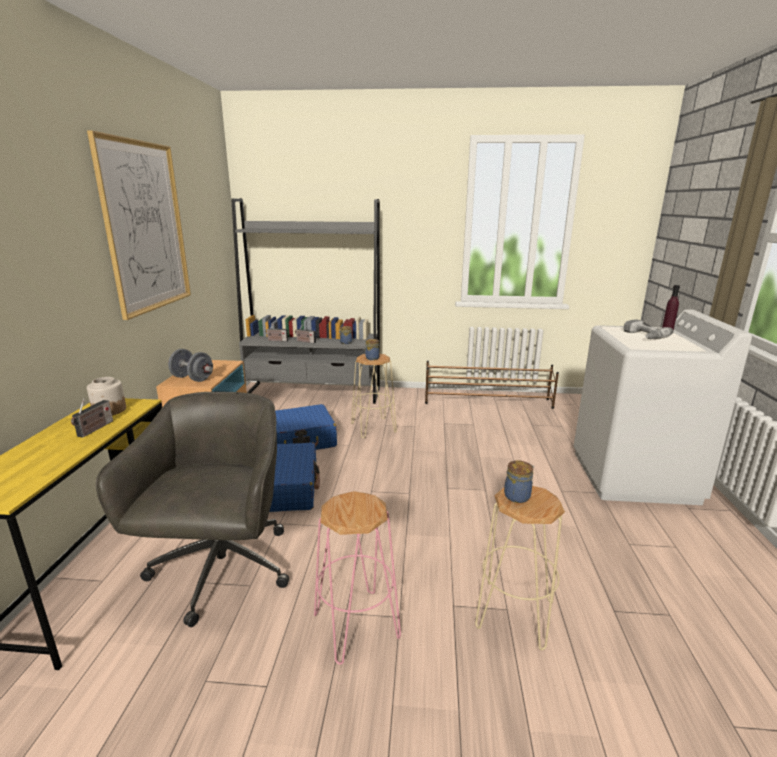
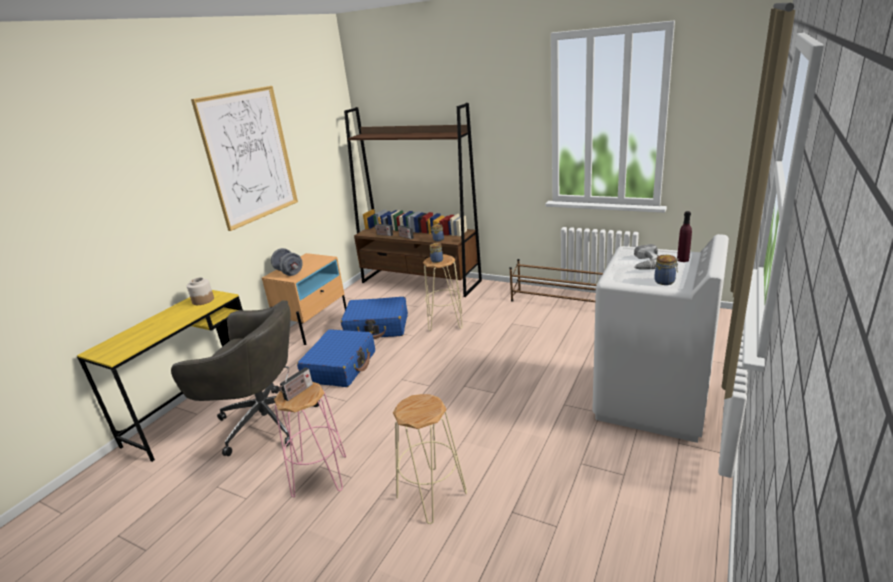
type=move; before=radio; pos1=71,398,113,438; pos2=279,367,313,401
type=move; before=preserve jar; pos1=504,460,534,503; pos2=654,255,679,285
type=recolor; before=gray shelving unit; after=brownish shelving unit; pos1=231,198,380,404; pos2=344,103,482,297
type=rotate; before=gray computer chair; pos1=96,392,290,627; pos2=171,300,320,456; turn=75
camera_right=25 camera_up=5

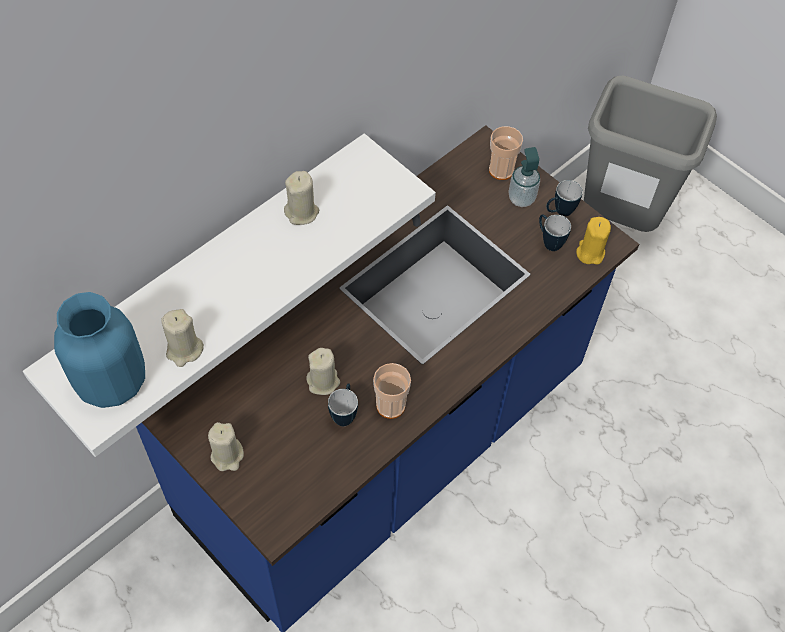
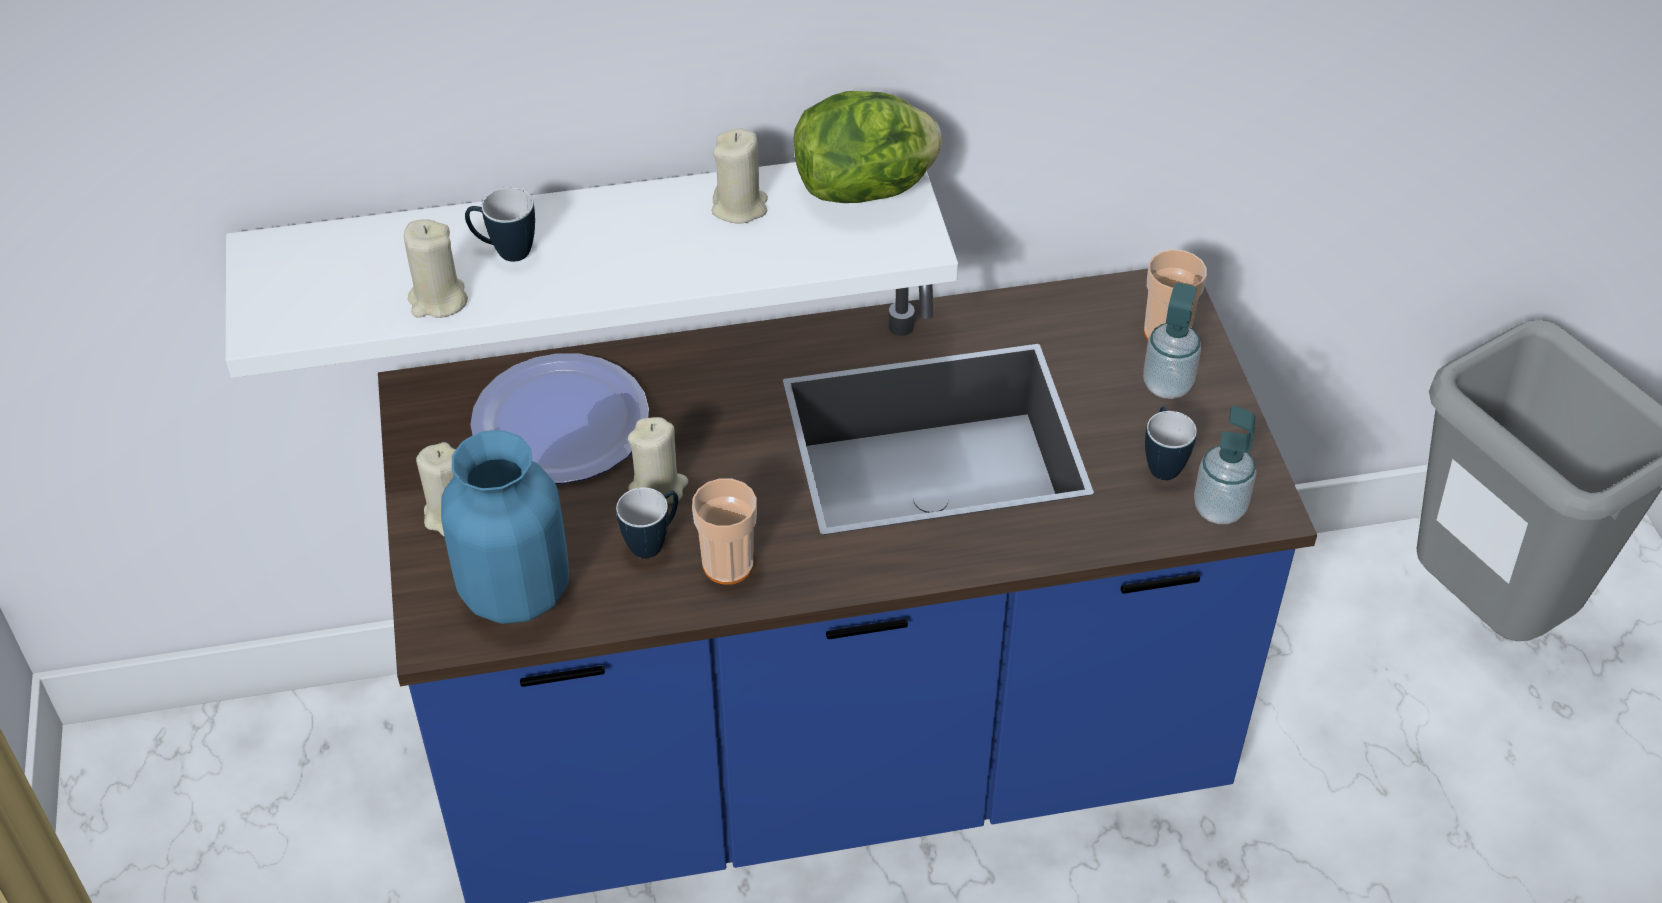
type=insert; after=dinner plate; pos2=470,353,649,484
type=insert; after=head of lettuce; pos2=794,91,942,203
type=move; before=blue-coloured flower vase; pos1=54,292,145,408; pos2=441,430,569,624
type=move; before=mug; pos1=546,180,583,216; pos2=465,187,535,262
type=replace; before=yellow wax light; after=soap bottle; pos1=576,217,611,264; pos2=1194,406,1257,524
camera_right=35 camera_up=-10

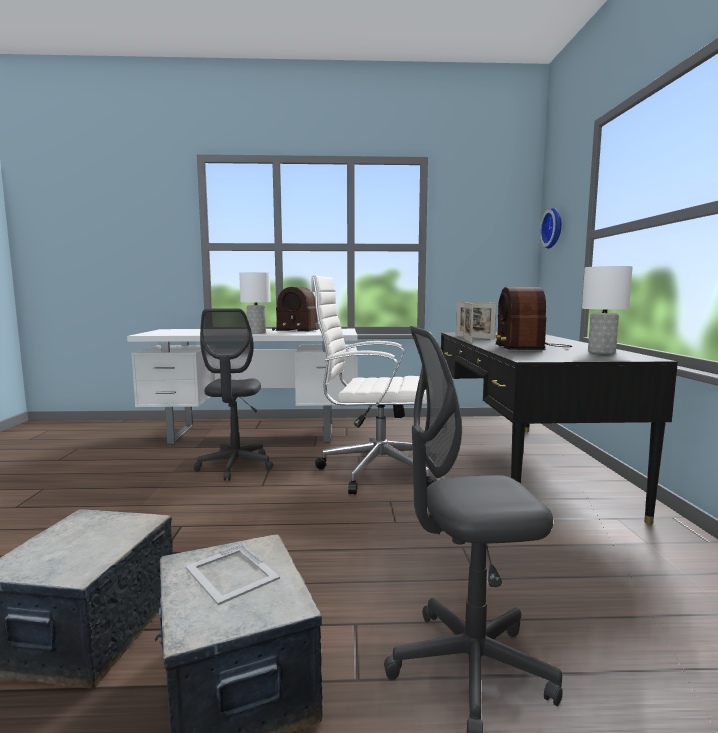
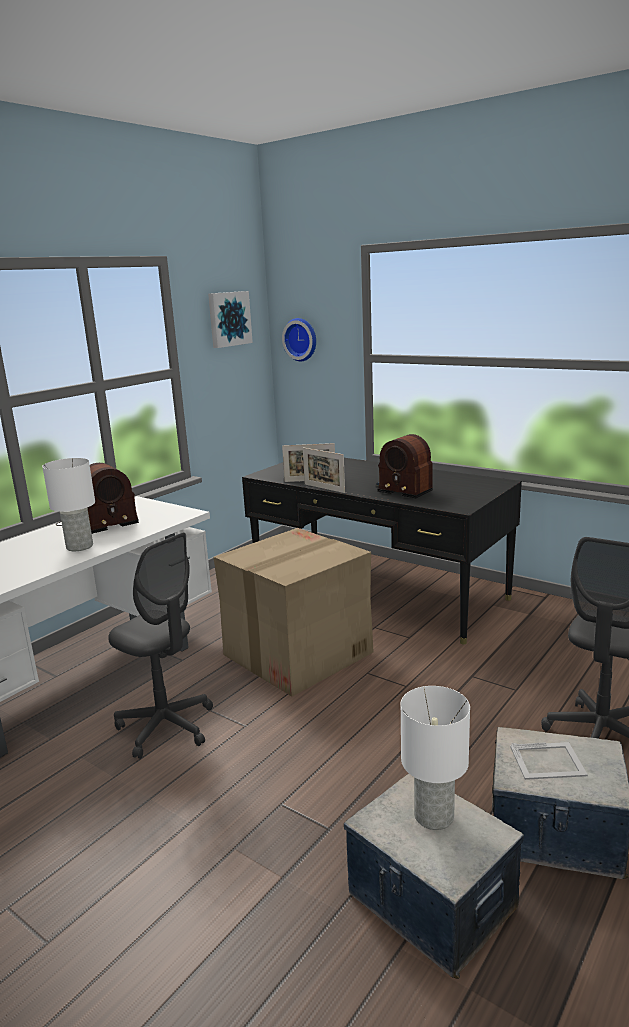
type=insert; after=wall picture; pos2=208,291,253,348
type=move; before=white-coloured lamp for a table; pos1=582,266,633,354; pos2=401,686,470,830
type=replace; before=white-coloured computer chair; after=cardboard box; pos1=310,275,437,495; pos2=213,528,374,697
camera_right=-50 camera_up=10

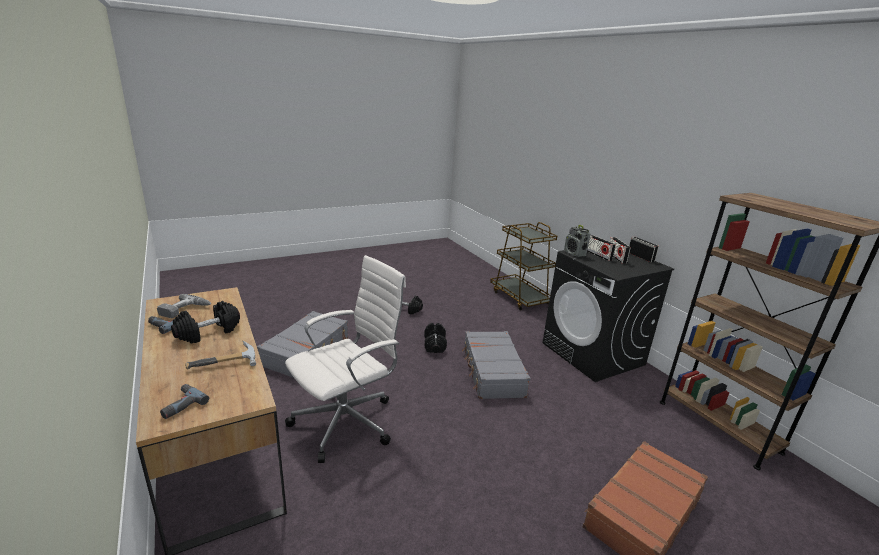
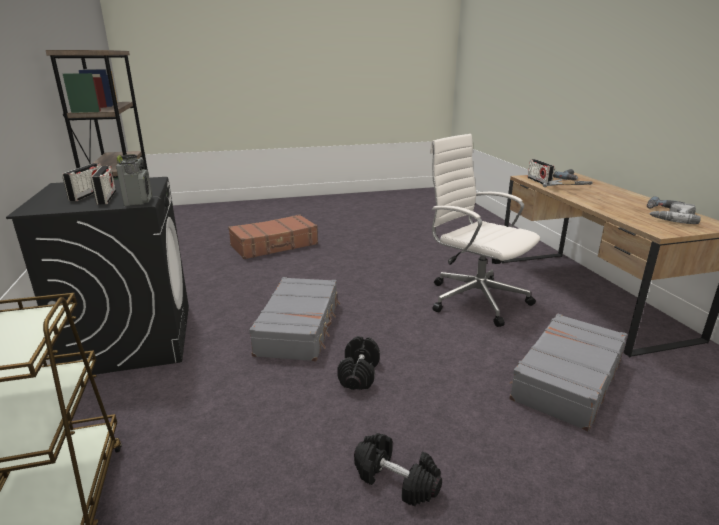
type=delete; before=black hand weight; pos1=171,301,240,344
type=move; before=radio; pos1=629,237,659,262; pos2=528,159,555,184
type=rotate; before=white-coloured computer chair; pos1=285,255,406,463; pos2=430,134,540,327; turn=75
camera_right=-165 camera_up=0

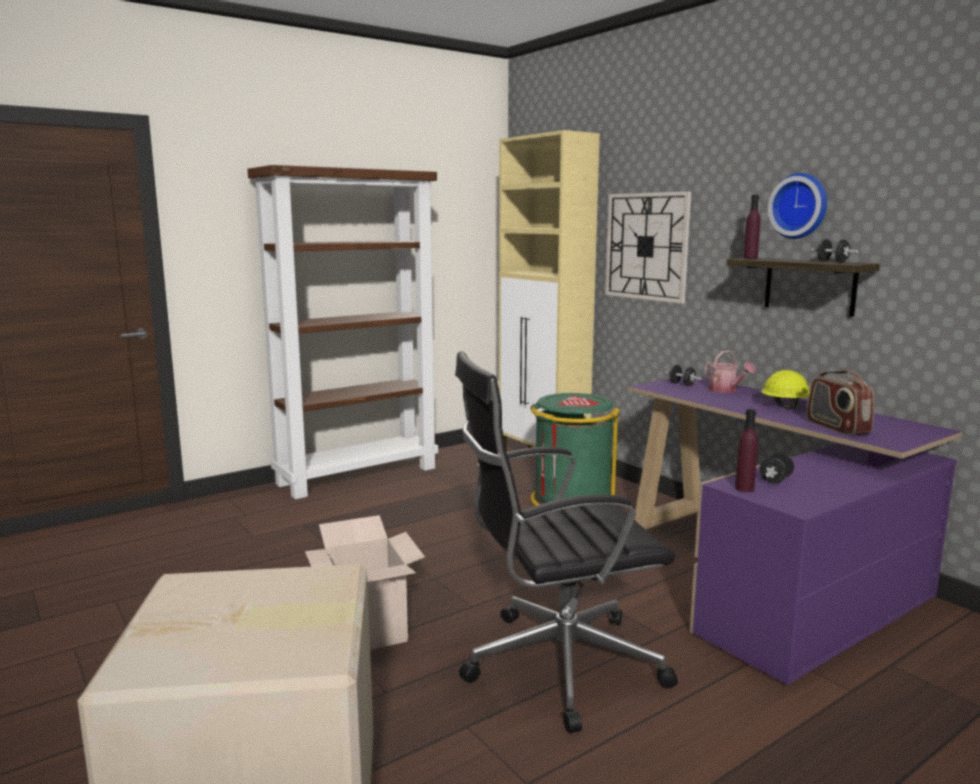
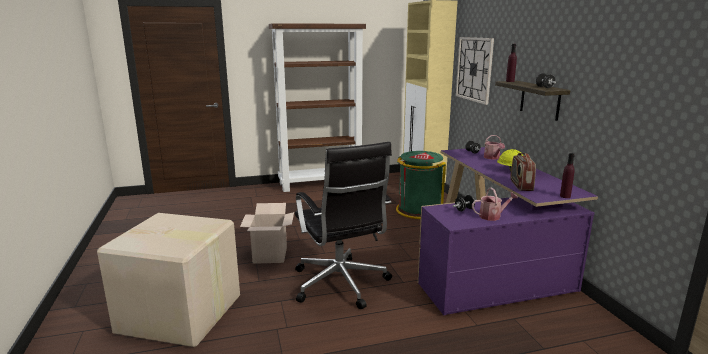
type=delete; before=clock on the wall; pos1=768,173,827,239
type=insert; after=watering pot; pos2=472,187,518,221
type=move; before=purple-coloured drink bottle; pos1=735,409,758,492; pos2=560,153,575,198
type=rotate; before=black computer chair; pos1=455,351,678,733; pos2=295,142,392,309; turn=-120
camera_right=20 camera_up=5

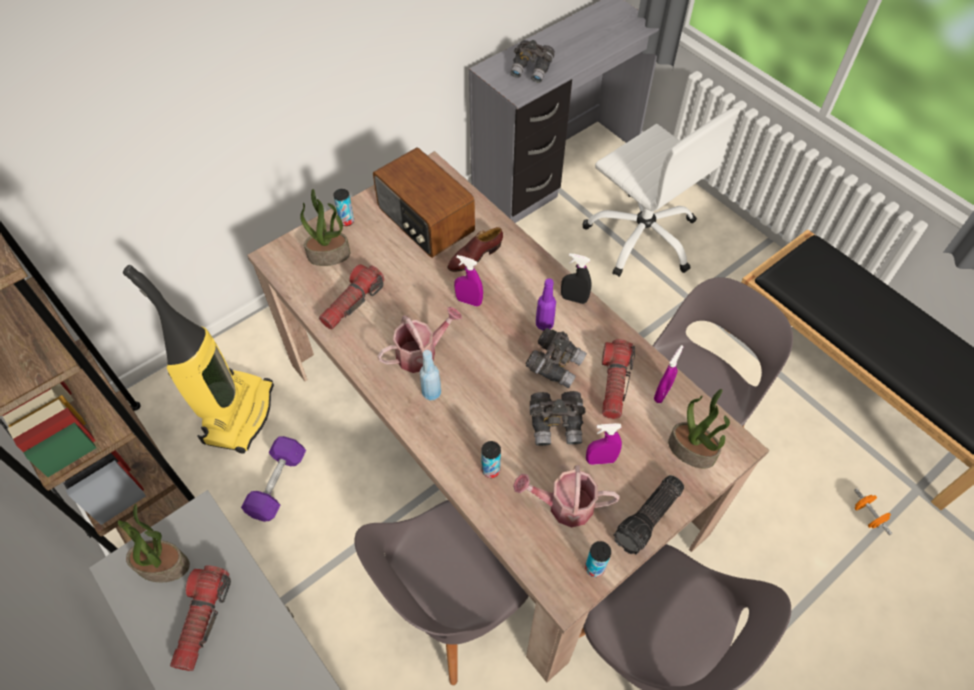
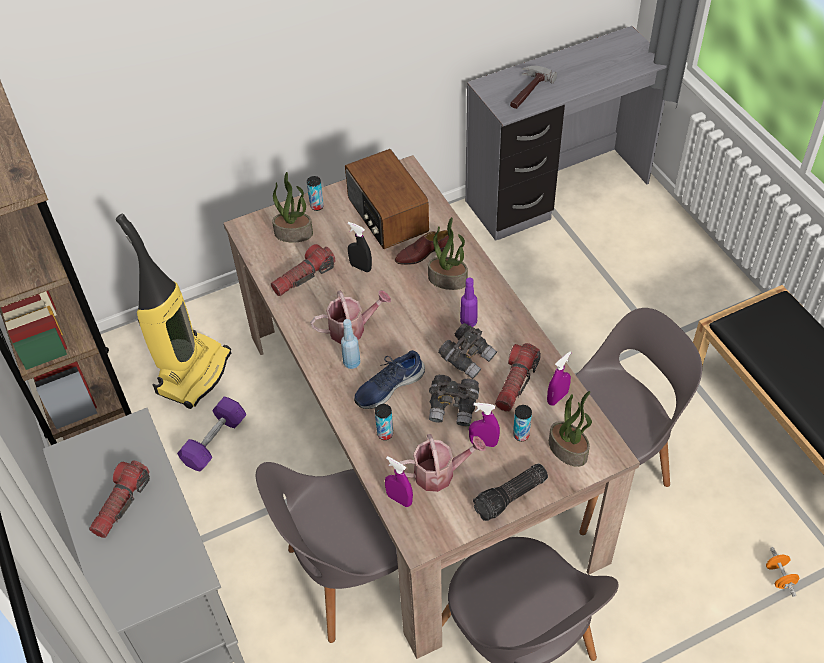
type=delete; before=white-coloured computer chair; pos1=582,107,740,277
type=insert; after=blue-coloured shoe; pos2=354,350,425,409
type=move; before=potted plant; pos1=118,504,190,582; pos2=428,217,468,290
type=move; before=purple-coloured sprayer; pos1=454,255,483,307; pos2=385,456,413,507
type=move; before=black sprayer; pos1=561,253,592,304; pos2=348,222,372,272
type=move; before=sealed can; pos1=585,541,611,577; pos2=513,405,532,441
type=replace; before=gray binoculars; after=tool hammer; pos1=510,40,555,83; pos2=510,66,557,109
type=rotate; before=watering pot; pos1=513,465,619,528; pos2=399,434,486,492; turn=150
camera_right=15 camera_up=-5

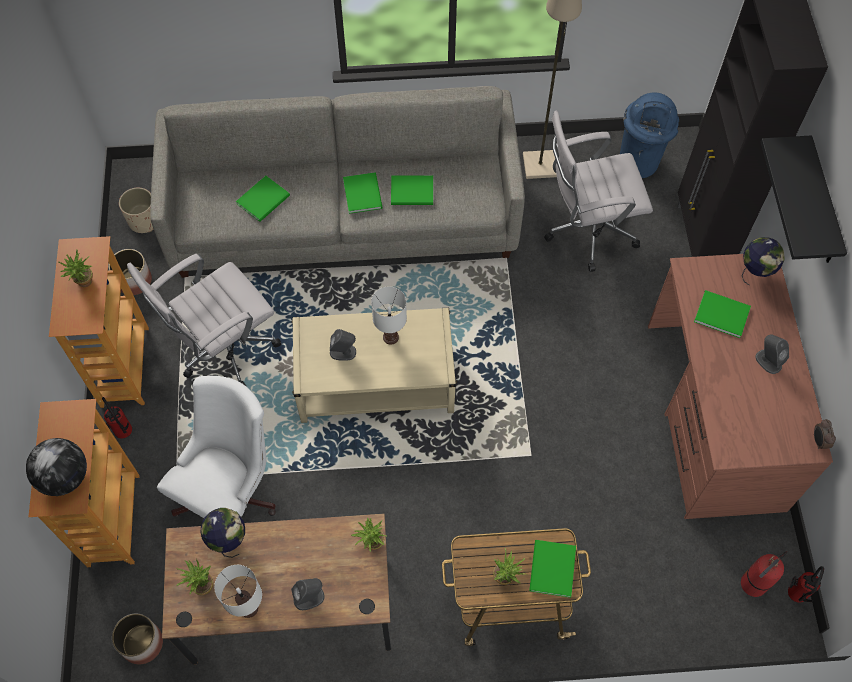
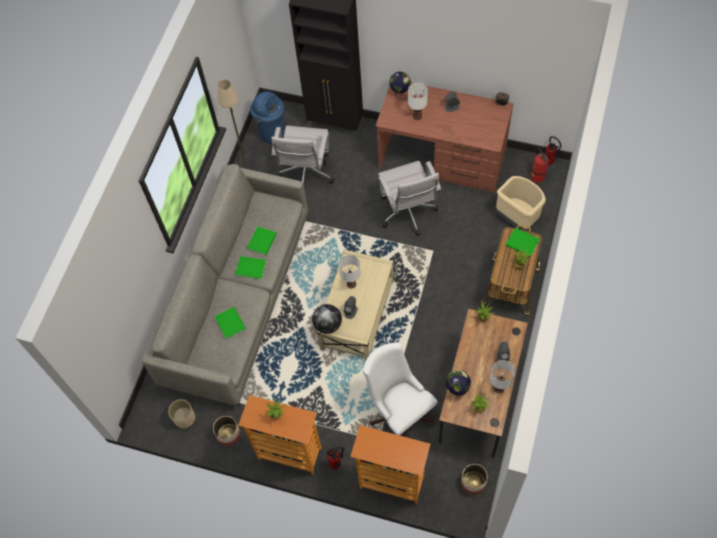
type=delete; before=black shelf; pos1=761,135,847,263
type=insert; after=beige trash can; pos2=496,176,546,231
type=move; before=world globe; pos1=26,438,87,496; pos2=312,304,342,334
type=move; before=white-coloured computer chair; pos1=127,254,282,387; pos2=378,161,441,236
type=replace; before=green-coloured bound book; after=white-coloured lamp for a table; pos1=694,290,751,338; pos2=408,82,428,120
camera_right=-65 camera_up=0

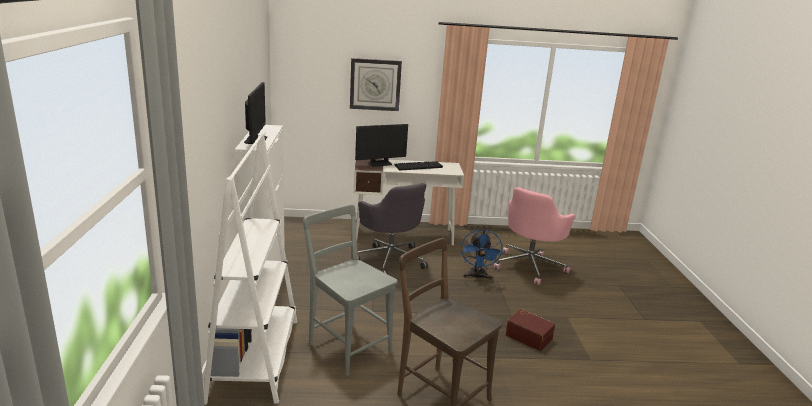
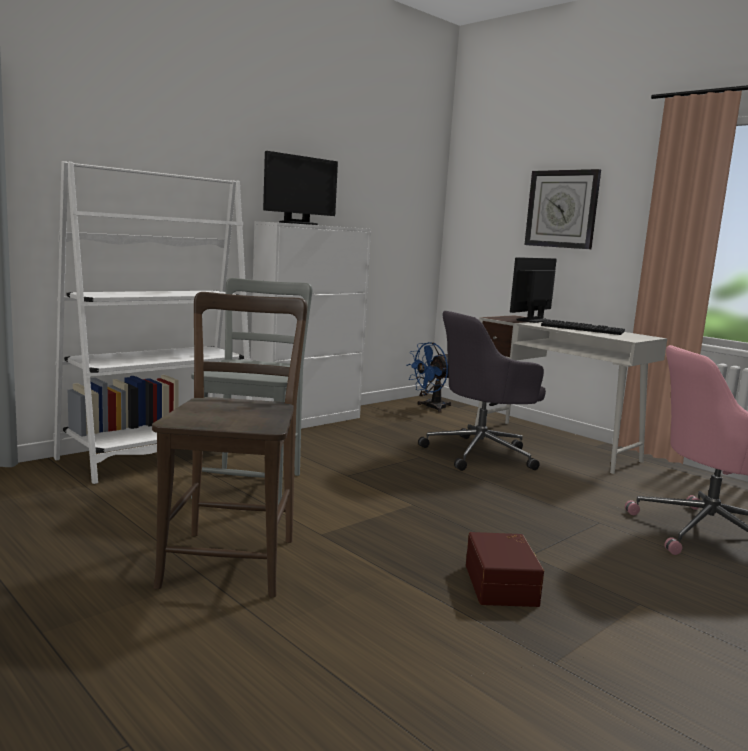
type=move; before=blue-coloured cooling fan; pos1=461,229,503,280; pos2=406,342,451,412
type=rotate; before=monitor; pos1=355,124,408,167; pos2=510,257,557,323; turn=105
type=rotate; before=gray computer chair; pos1=357,183,428,274; pos2=418,311,546,471; turn=45
camera_right=50 camera_up=-10

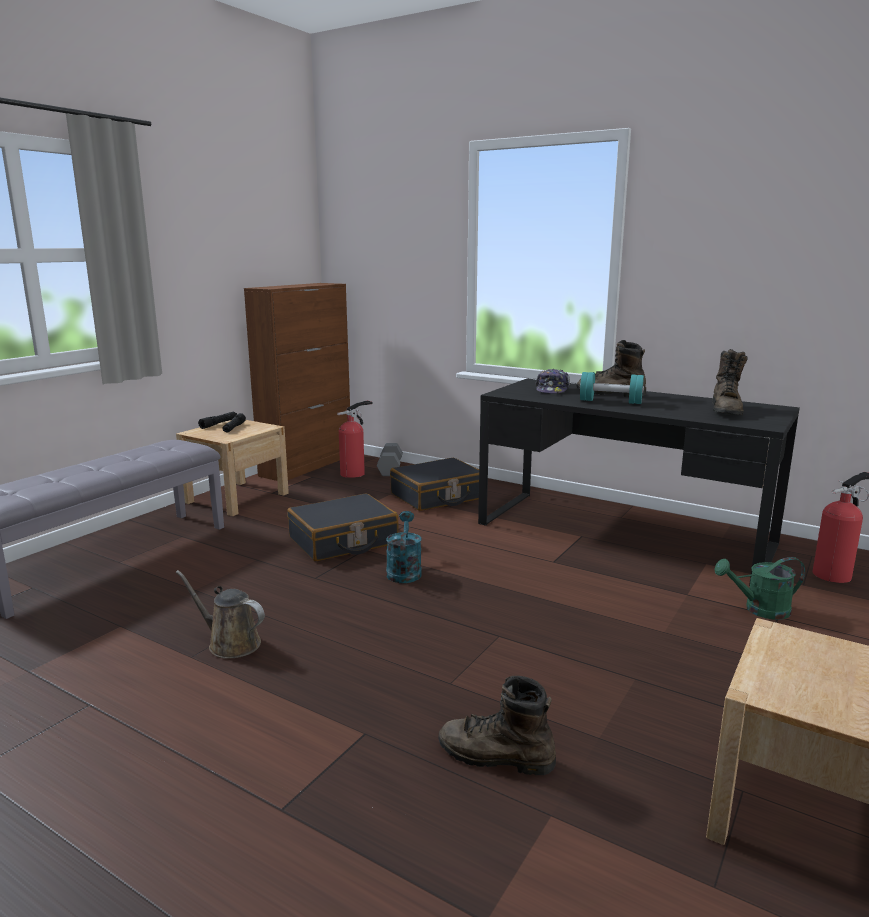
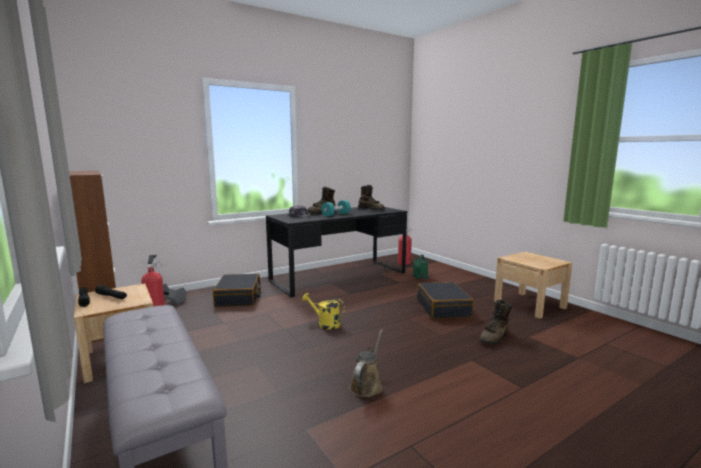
type=move; before=black travel case; pos1=287,493,399,561; pos2=417,282,474,319
type=recolor; before=turquoise-coloured watering pot; after=yellow watering pot; pos1=386,511,422,583; pos2=302,293,345,330
type=rotate; before=brownish watering pot; pos1=176,570,265,659; pos2=349,329,383,397; turn=150
camera_right=-65 camera_up=-5

